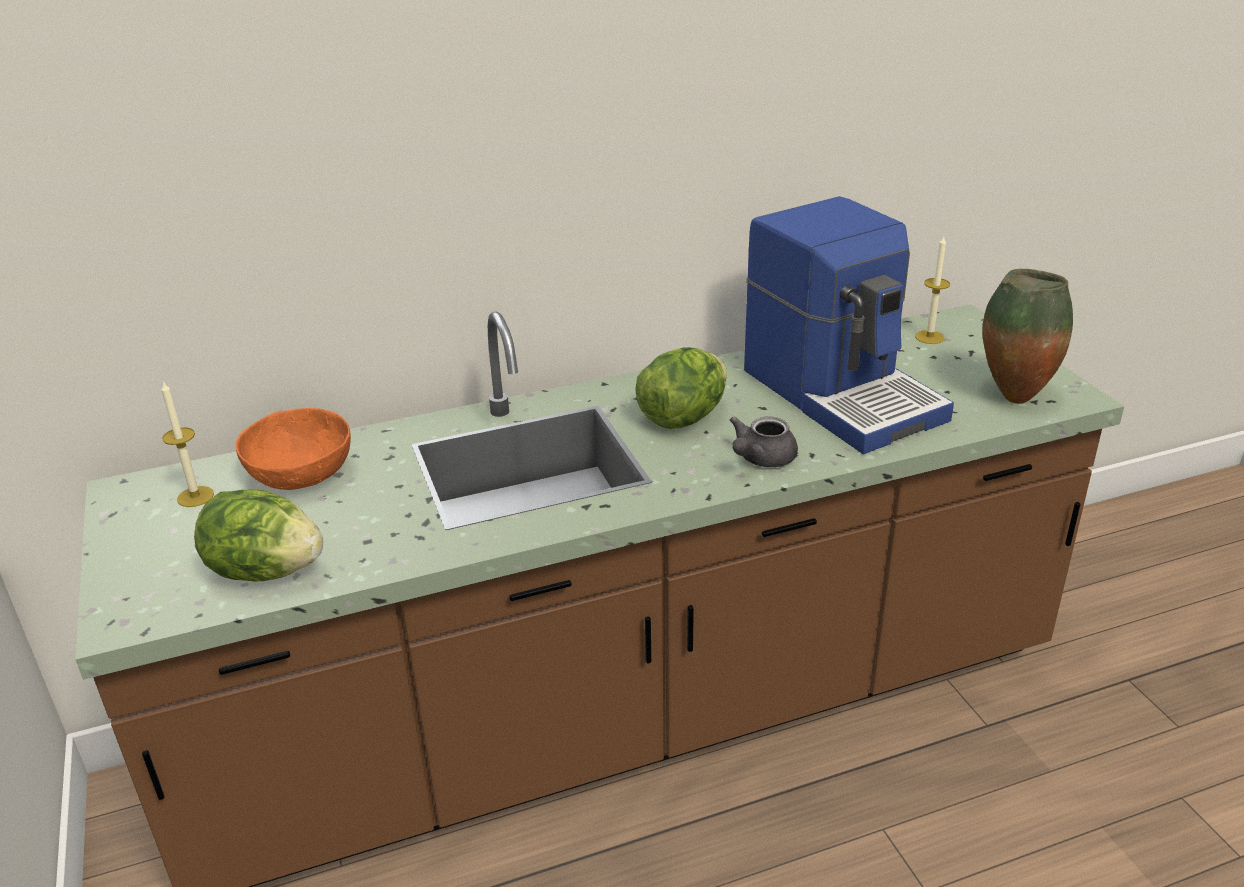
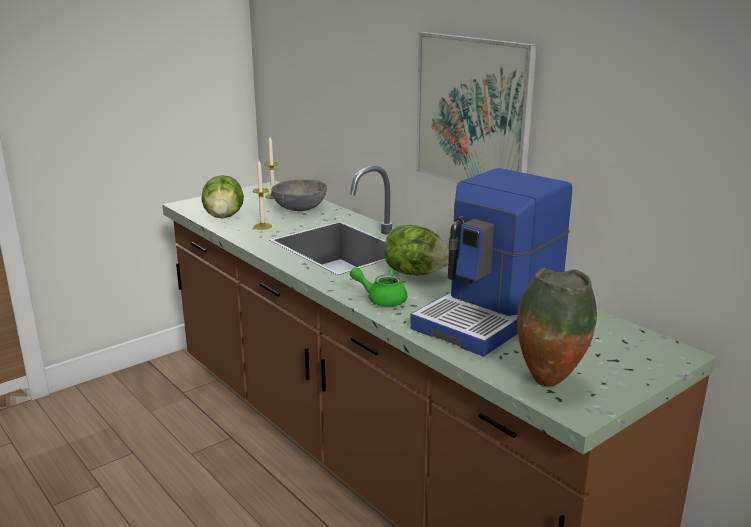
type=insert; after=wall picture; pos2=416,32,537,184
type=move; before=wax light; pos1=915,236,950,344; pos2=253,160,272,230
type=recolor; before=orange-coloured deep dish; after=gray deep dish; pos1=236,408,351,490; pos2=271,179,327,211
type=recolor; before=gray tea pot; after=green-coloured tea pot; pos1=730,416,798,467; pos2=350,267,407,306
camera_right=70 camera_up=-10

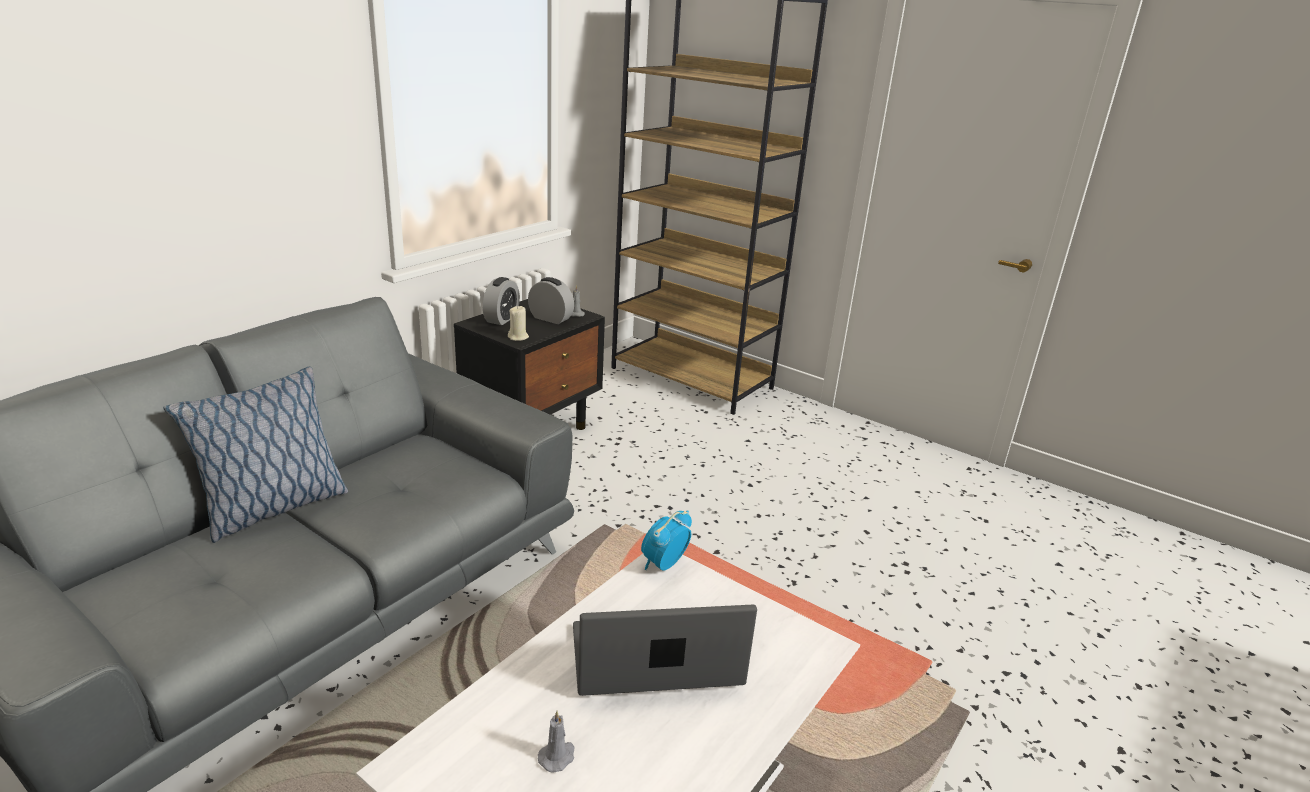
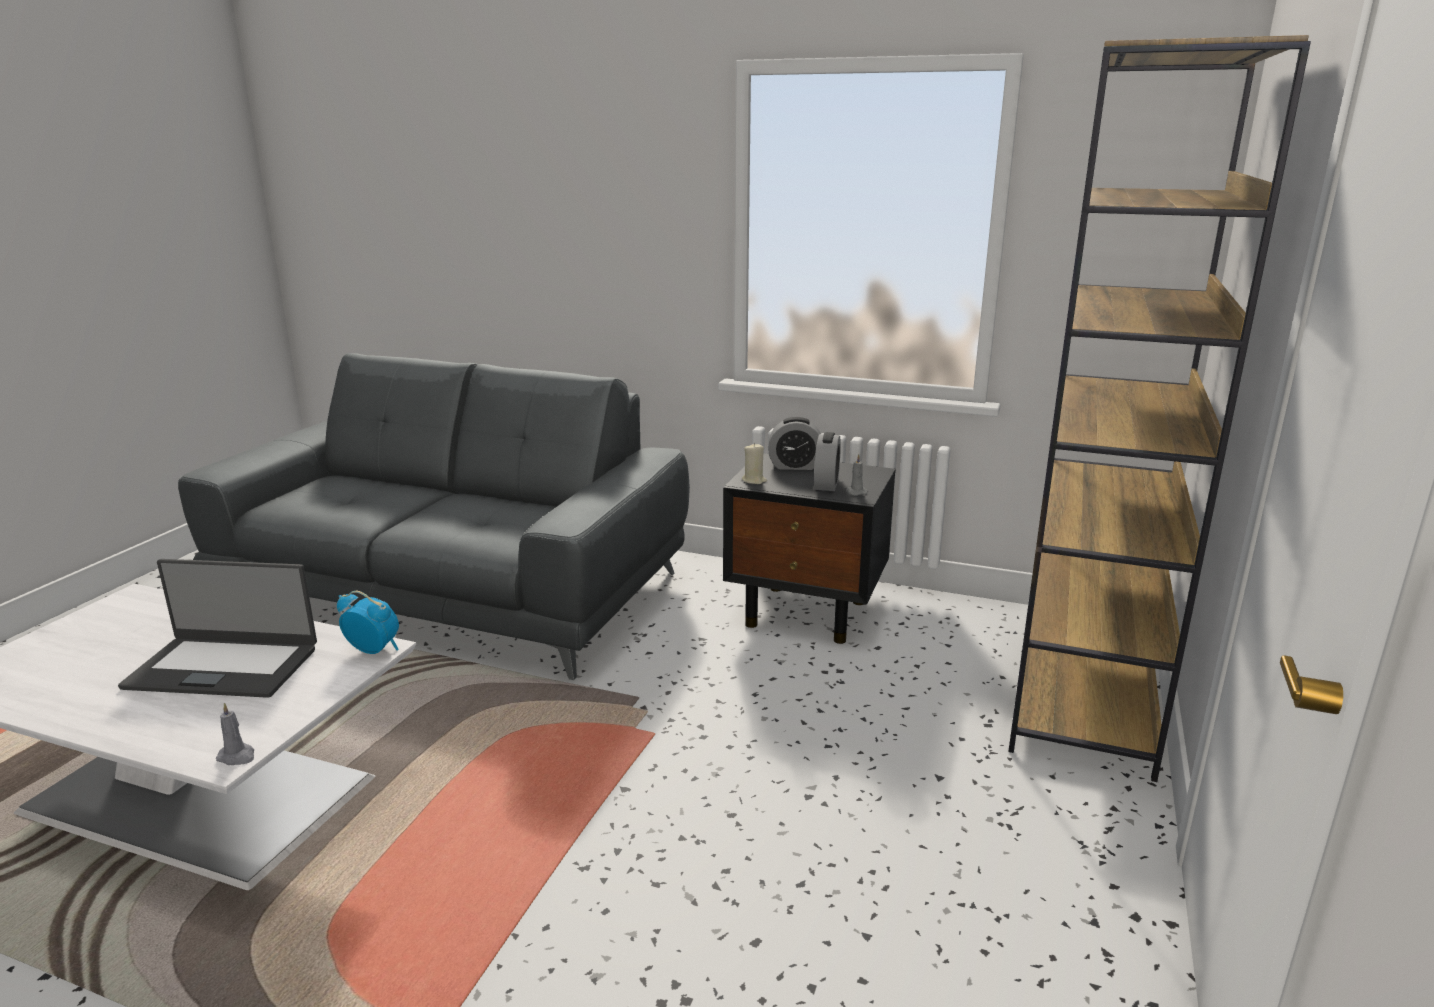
type=delete; before=cushion; pos1=163,366,348,543
type=move; before=gray wax light; pos1=538,711,575,773; pos2=216,703,254,765
type=rotate; before=laptop; pos1=573,605,757,696; pos2=118,559,317,698; turn=120
camera_right=75 camera_up=-5

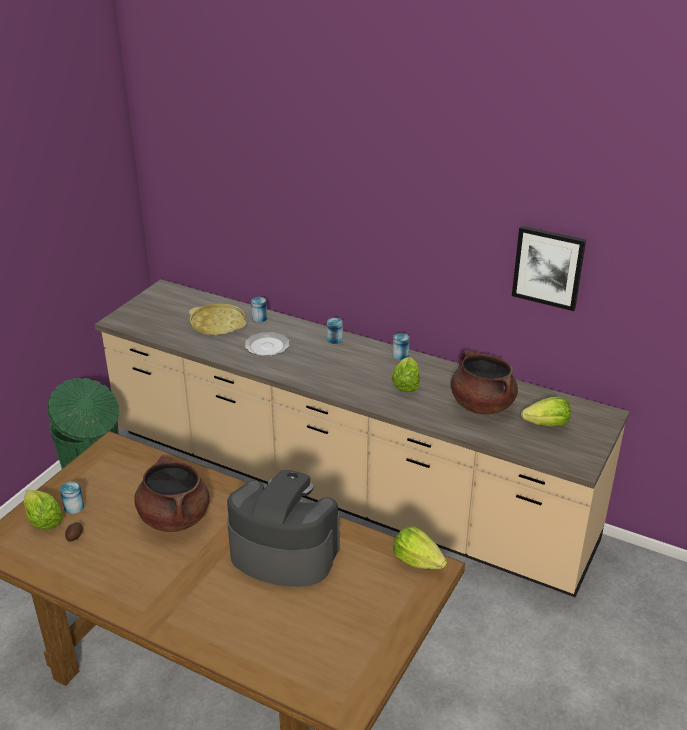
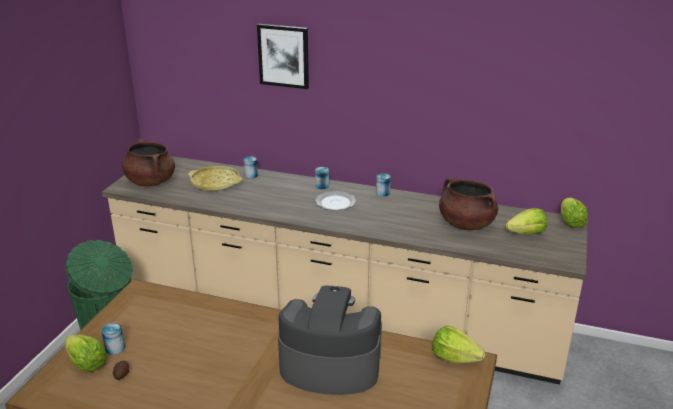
type=move; before=brownish stockpot; pos1=134,455,210,532; pos2=122,139,175,186
type=move; before=dinner plate; pos1=245,332,290,356; pos2=315,191,356,211
type=move; before=head of lettuce; pos1=392,357,420,392; pos2=561,197,588,228
type=move; before=wall picture; pos1=512,226,586,311; pos2=257,24,309,89
camera_right=-10 camera_up=-5

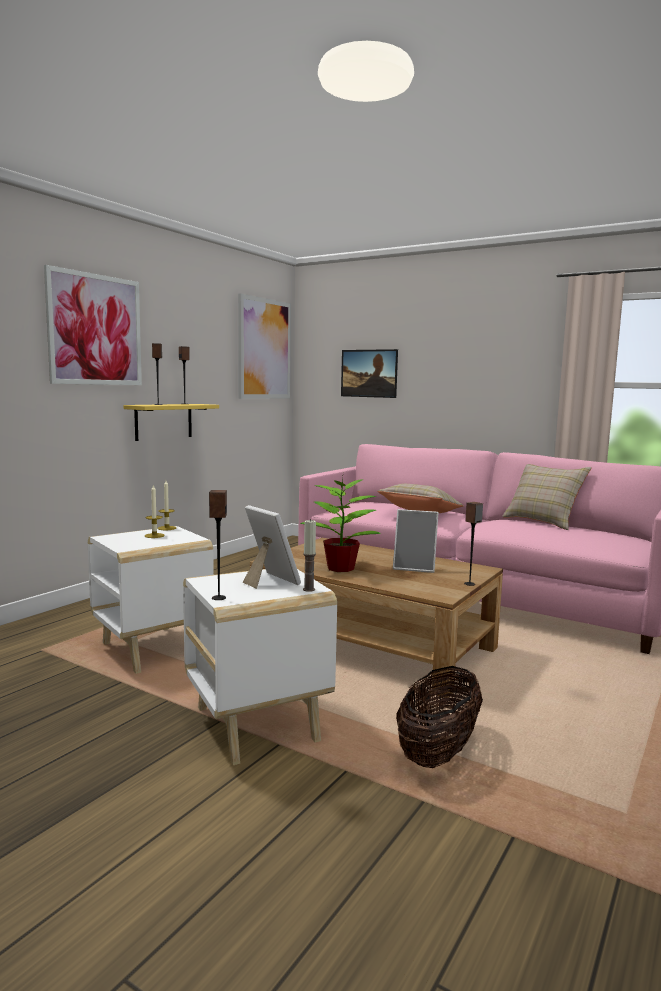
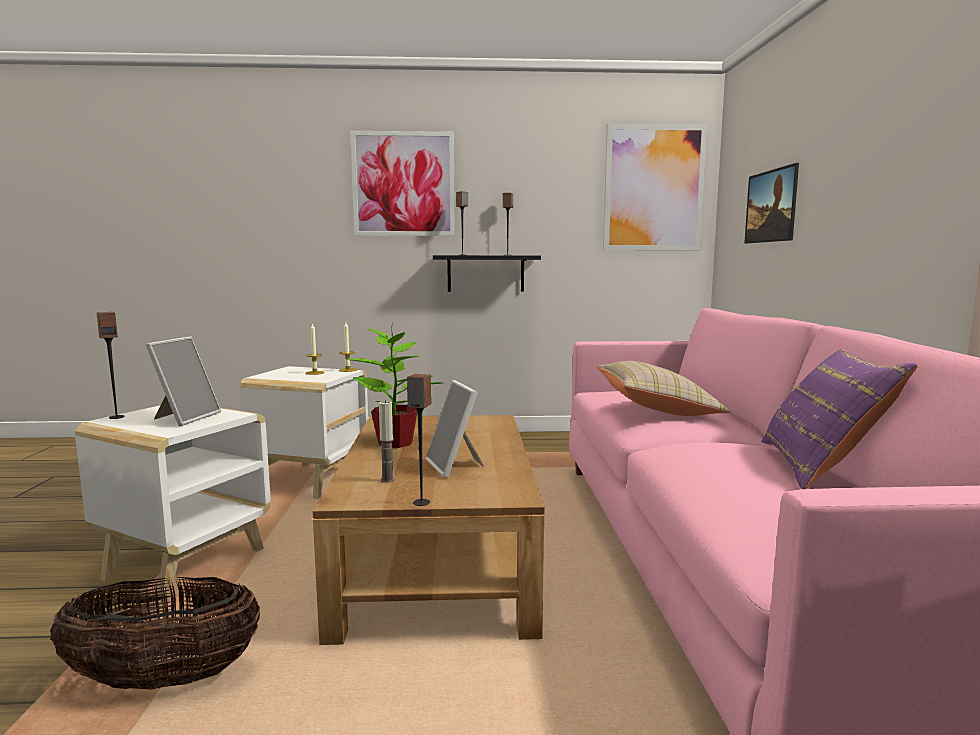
type=move; before=wax light; pos1=303,519,316,592; pos2=379,400,395,483
type=recolor; before=yellow shelf; after=black shelf; pos1=123,404,219,441; pos2=433,255,541,292
type=recolor; before=beige cushion; after=purple-coloured cushion; pos1=502,464,592,530; pos2=761,350,918,489
camera_right=55 camera_up=0

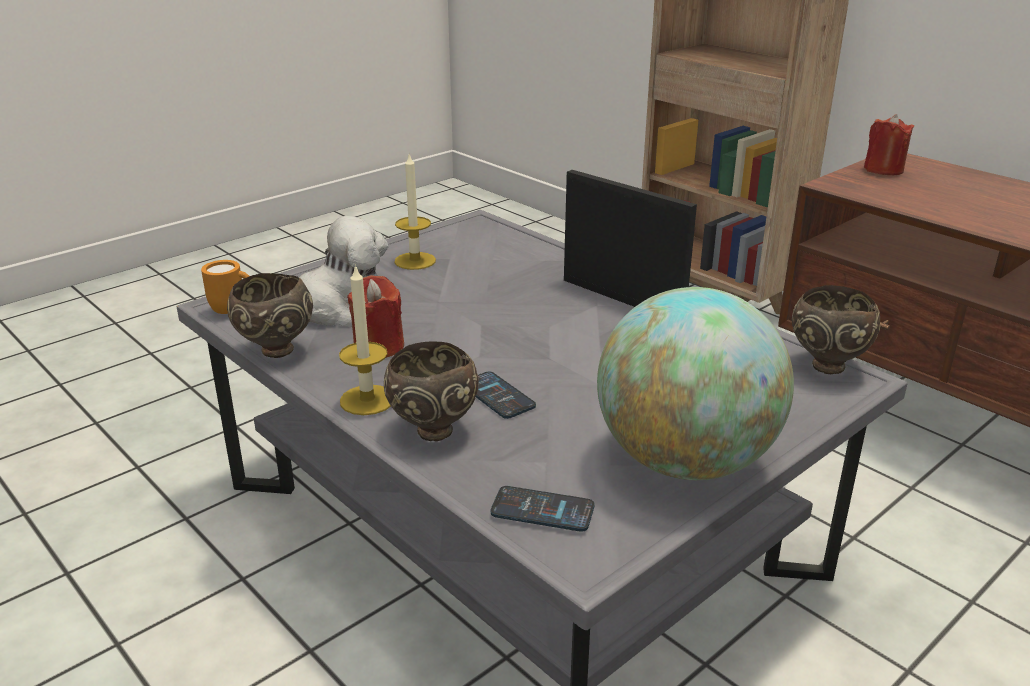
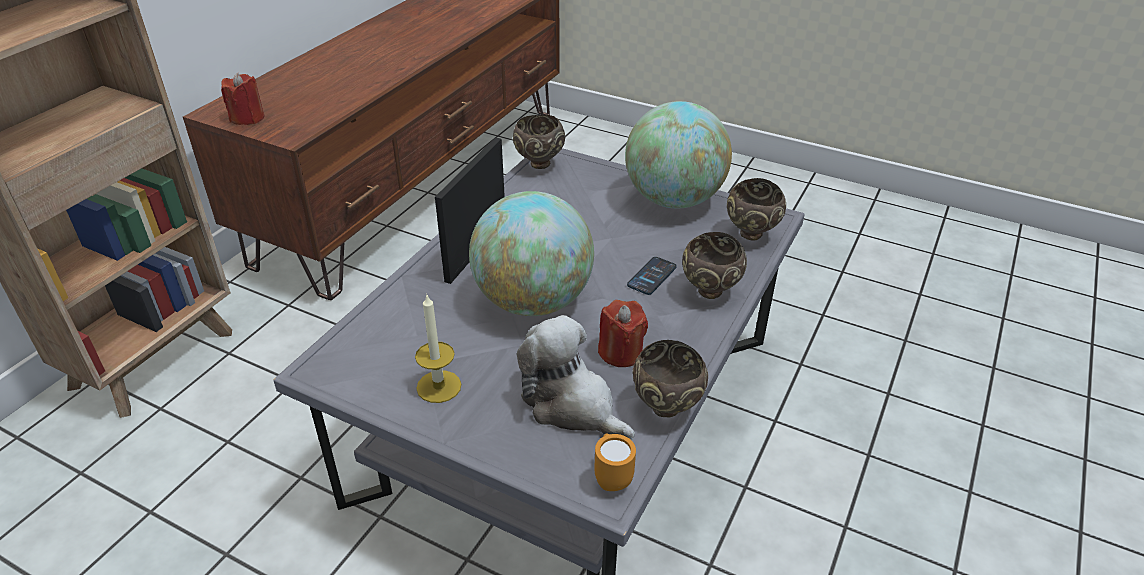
type=delete; before=wax light; pos1=339,264,391,415
type=insert; after=world globe; pos2=469,191,594,316
type=replace; before=telephone; after=brownish deep dish; pos1=491,486,594,532; pos2=727,178,786,241
camera_right=-110 camera_up=10

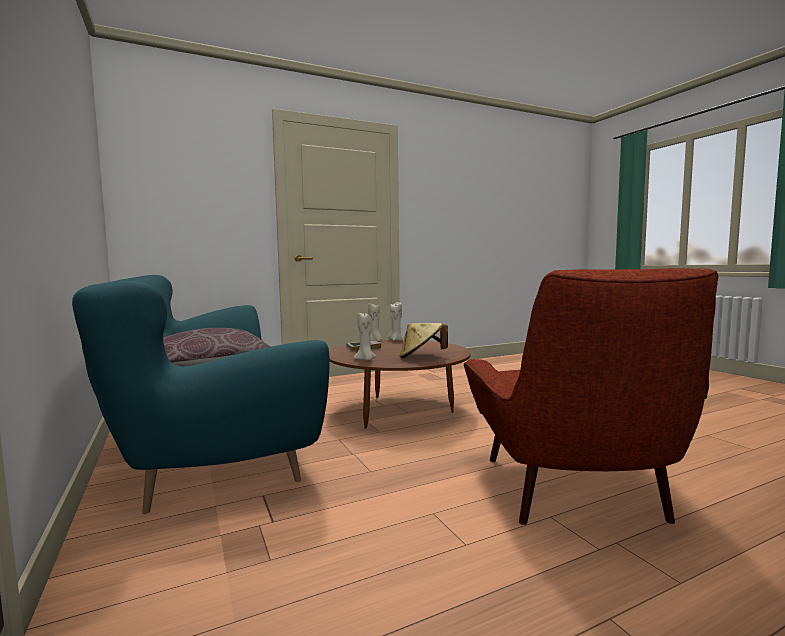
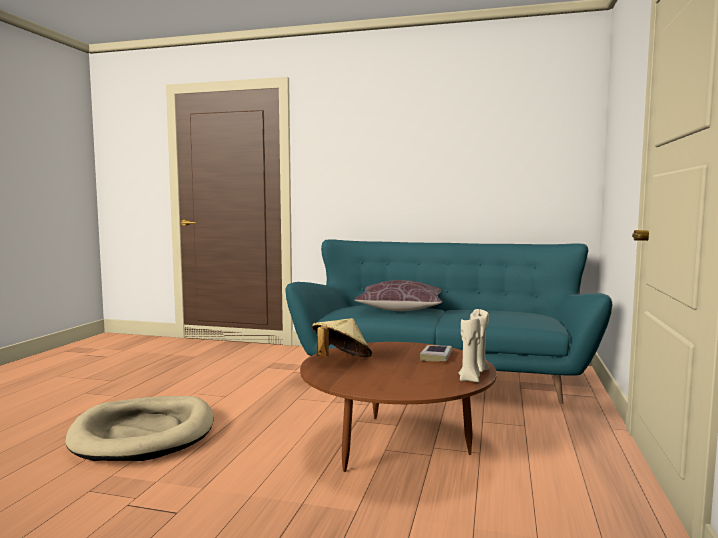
type=delete; before=beige wax light; pos1=354,313,376,360
type=replace; before=red lounge chair; after=beige dog bed; pos1=464,268,718,525; pos2=65,396,214,461
camera_right=130 camera_up=0

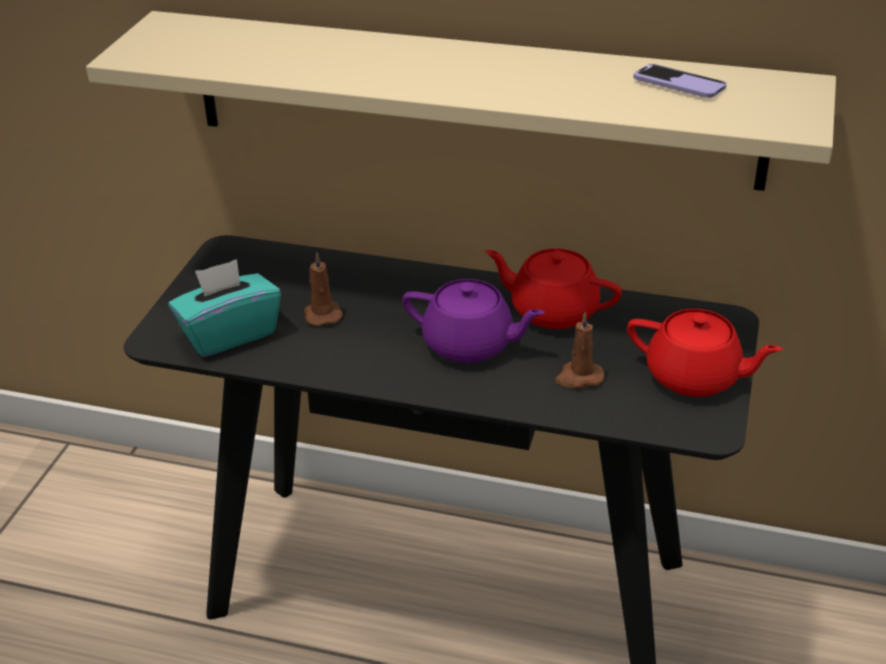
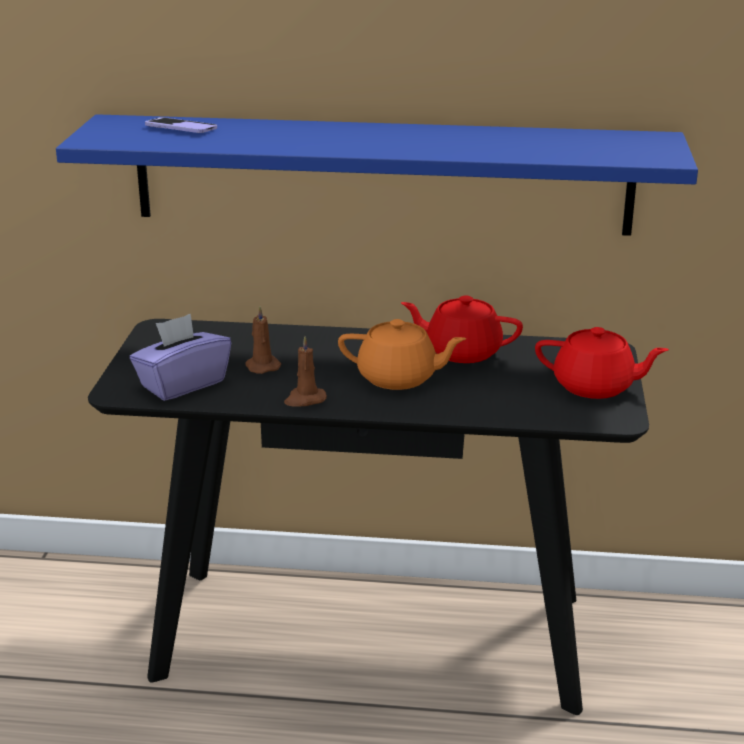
type=move; before=brownish wax light; pos1=555,312,604,389; pos2=284,336,327,407
type=move; before=telephone; pos1=633,64,727,98; pos2=145,117,217,133
type=recolor; before=beige shelf; after=blue-coloured shelf; pos1=86,11,836,191; pos2=56,114,698,236
type=recolor; before=turquoise-coloured box of tissues; after=purple-coloured box of tissues; pos1=168,259,281,357; pos2=130,314,231,401
type=recolor; before=purple-coloured tea pot; after=orange-coloured tea pot; pos1=402,279,545,363; pos2=338,319,466,390
camera_right=-10 camera_up=-10

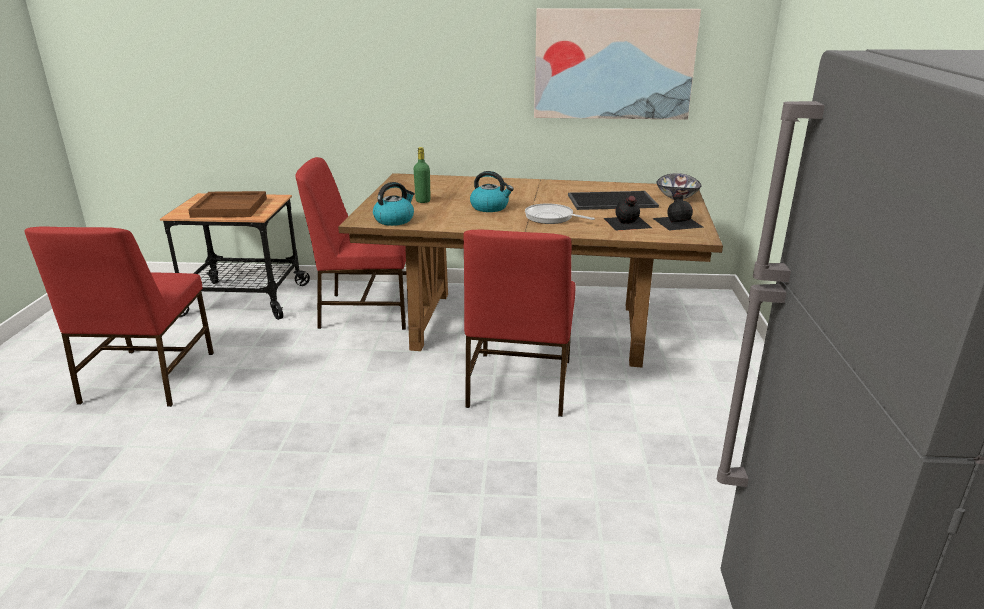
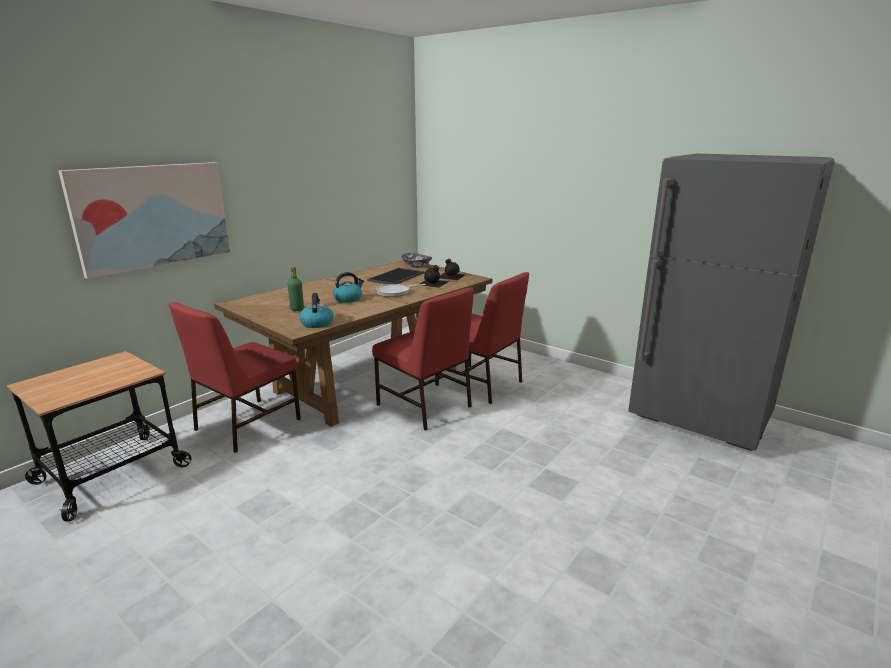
type=delete; before=brownish tray; pos1=188,191,267,218
type=move; before=red plain chair; pos1=24,227,214,407; pos2=435,272,529,404
type=move; before=wall picture; pos1=534,8,701,120; pos2=59,162,230,279
camera_right=-55 camera_up=-5

